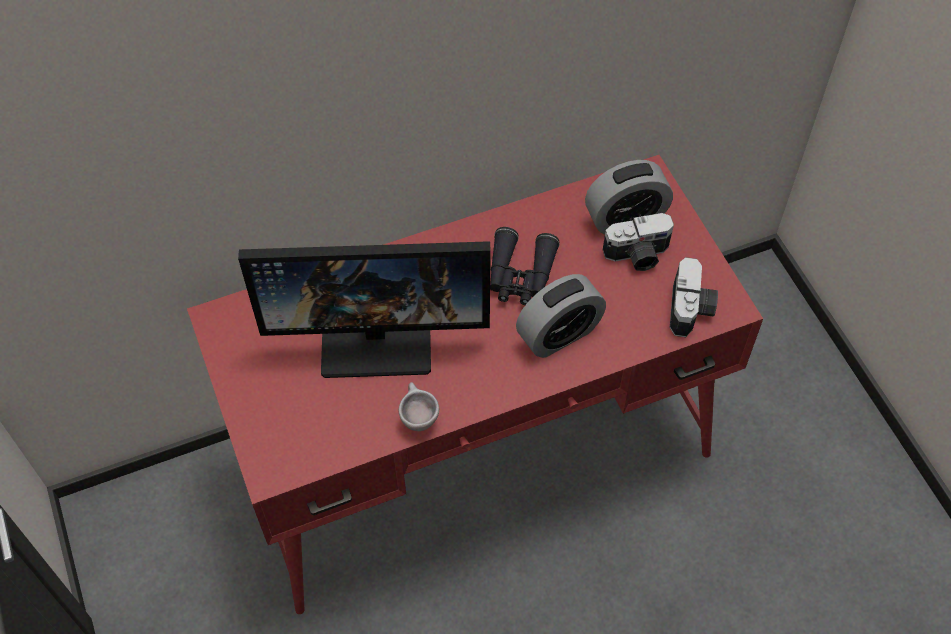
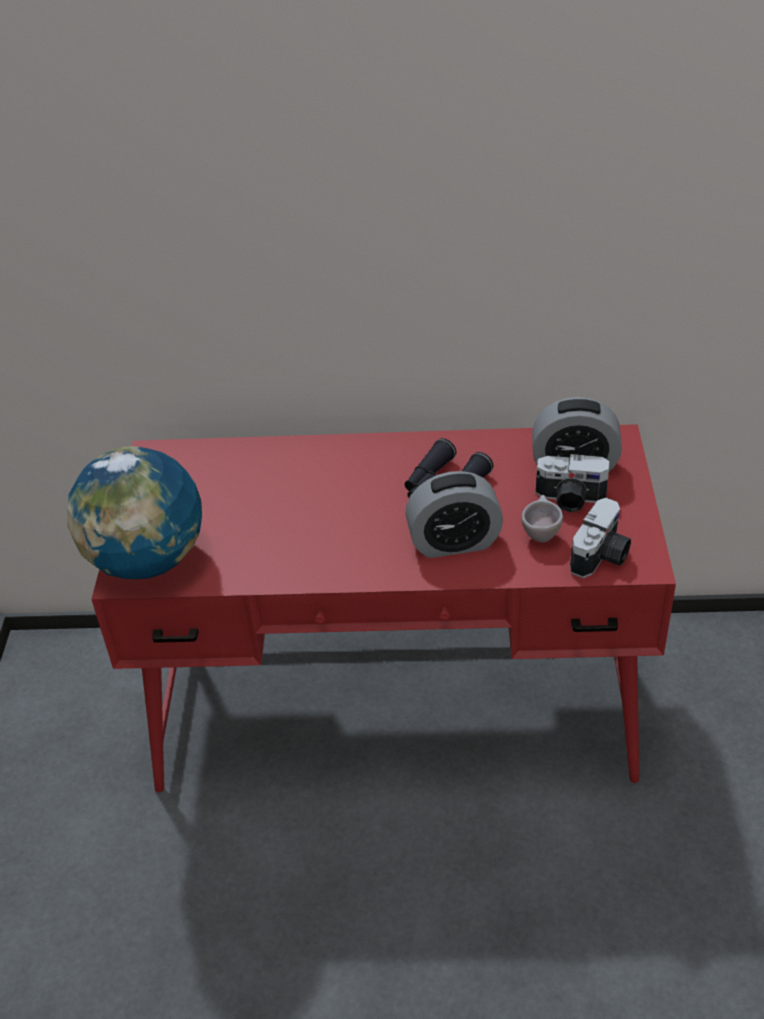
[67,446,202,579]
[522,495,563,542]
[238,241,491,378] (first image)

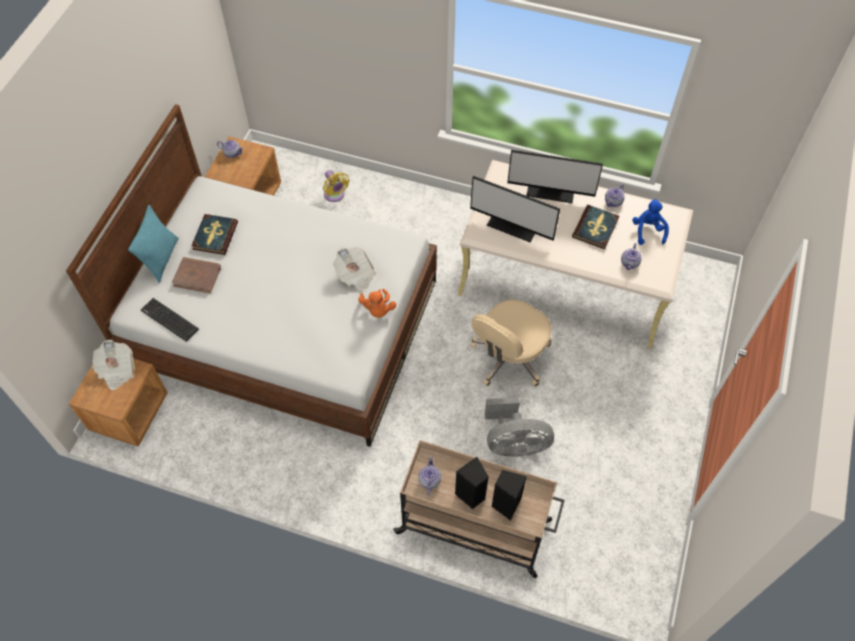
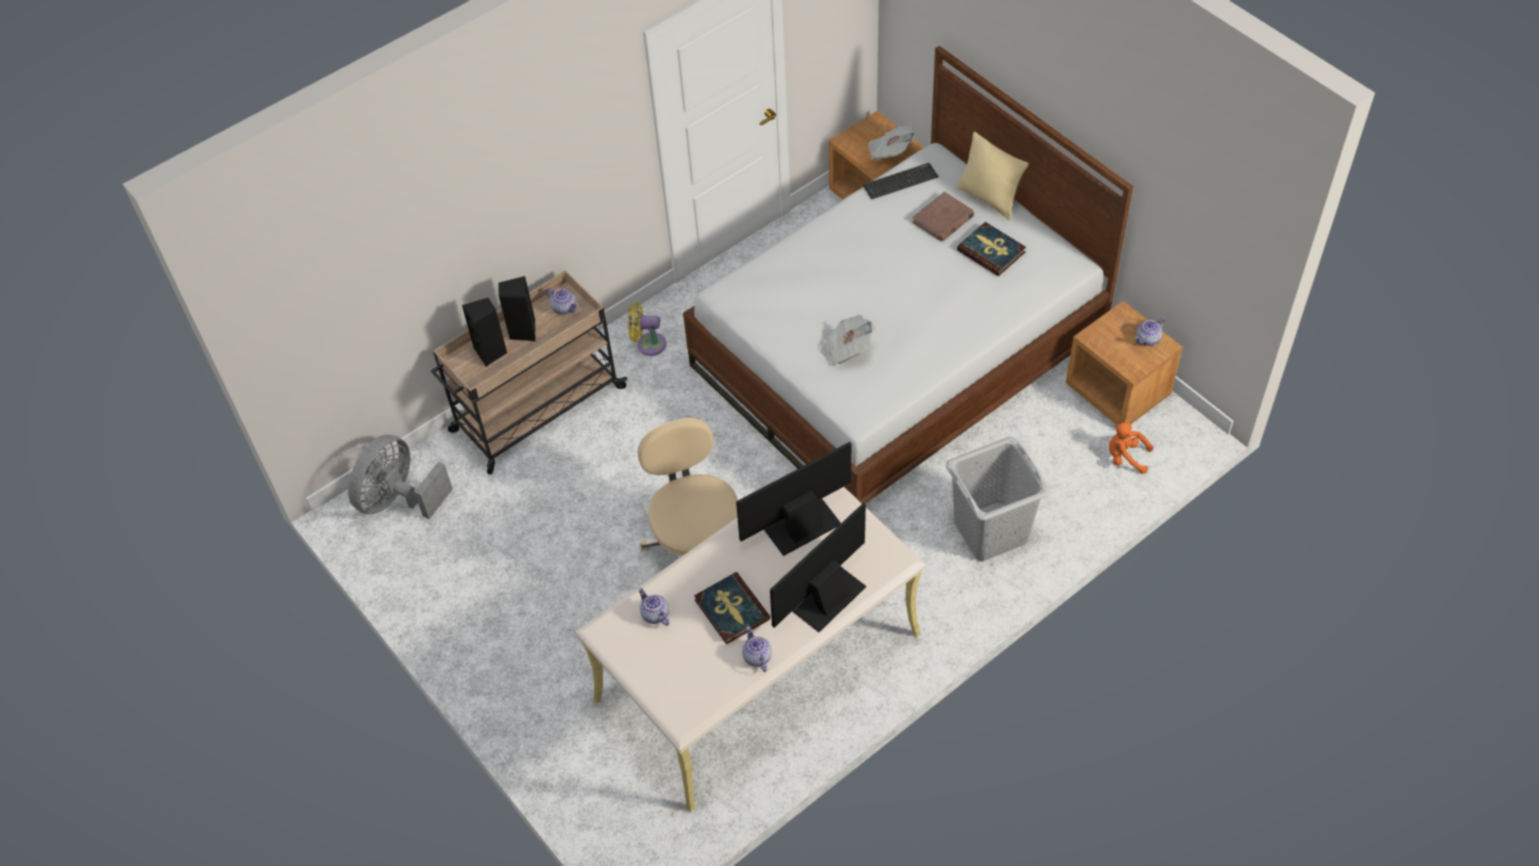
[348,434,453,519]
[628,302,666,356]
[946,437,1050,561]
[956,132,1029,220]
[1109,422,1154,474]
[633,199,669,245] (first image)

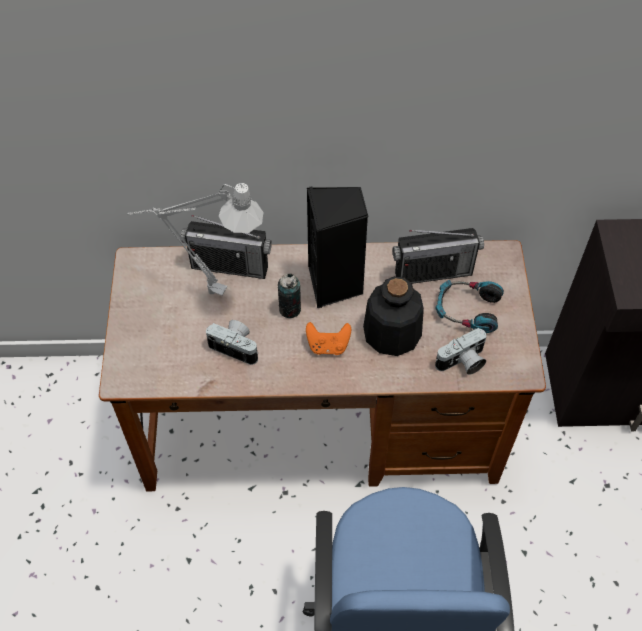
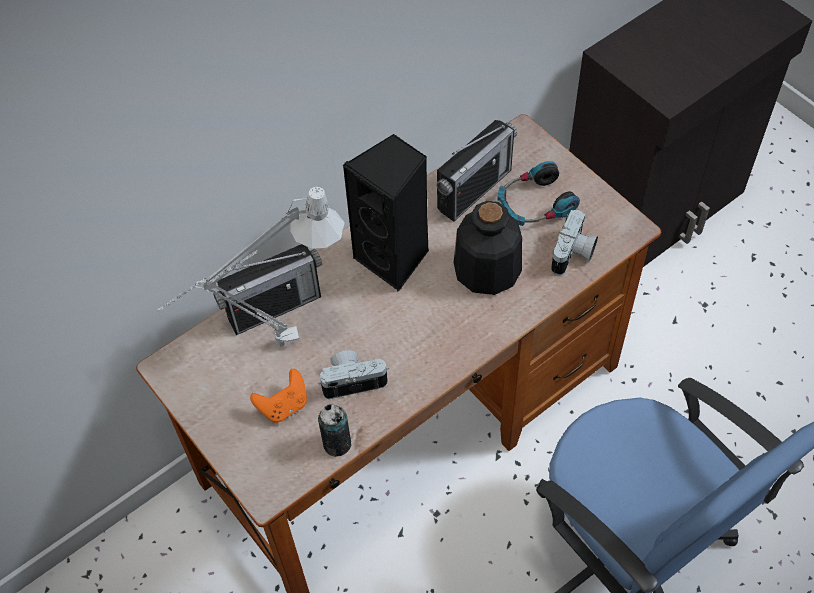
[250,369,307,423]
[318,404,351,457]

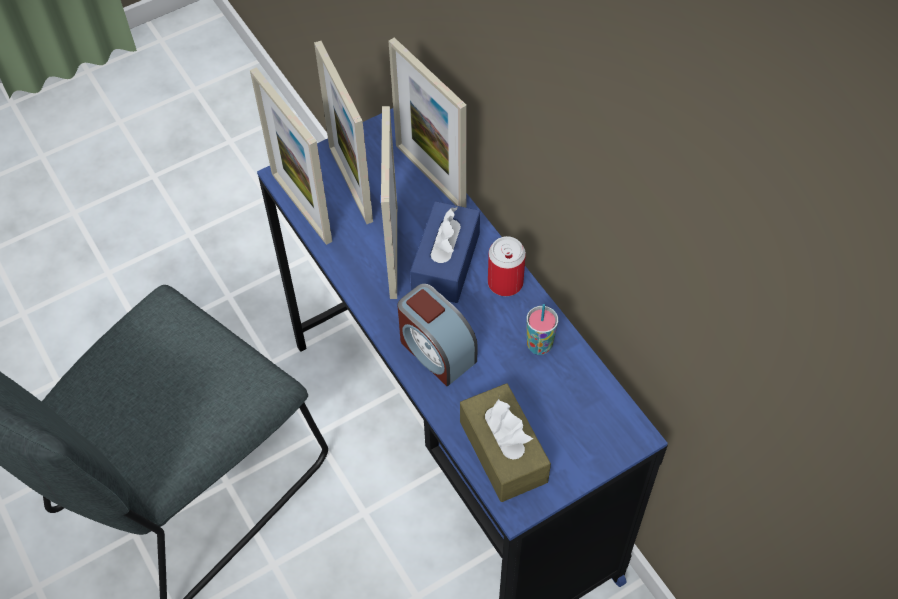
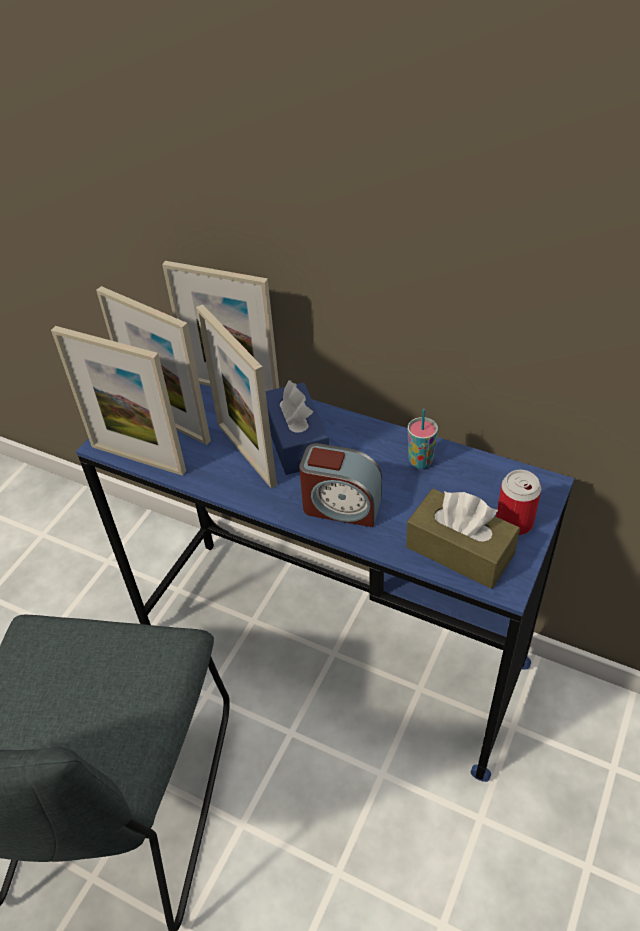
[496,470,541,535]

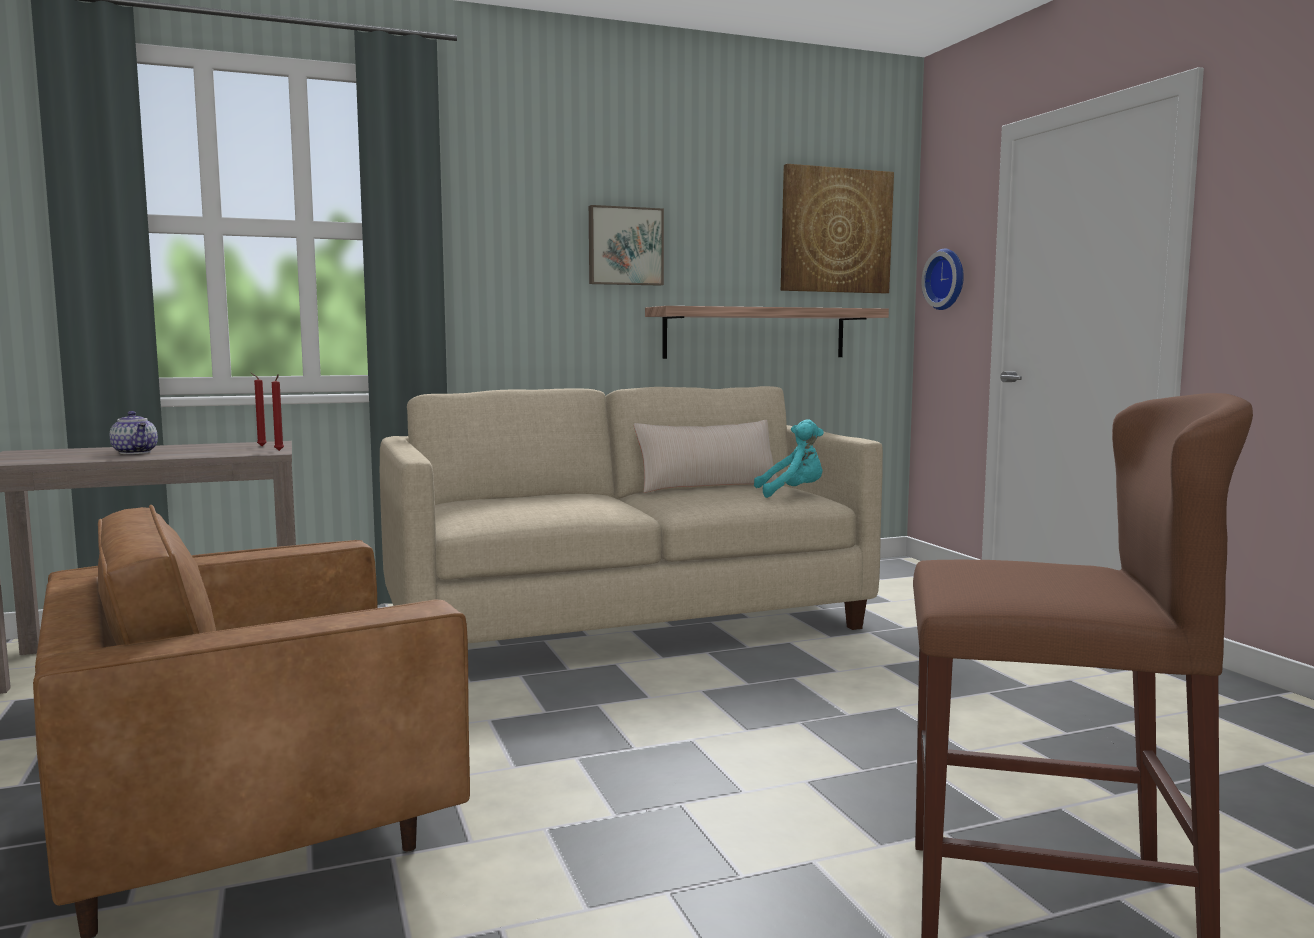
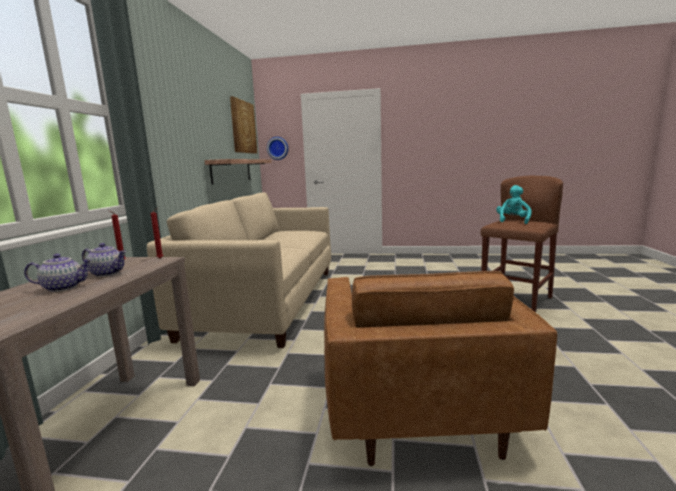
[82,243,127,277]
[496,185,532,224]
[589,205,664,286] (first image)
[634,420,778,493] (first image)

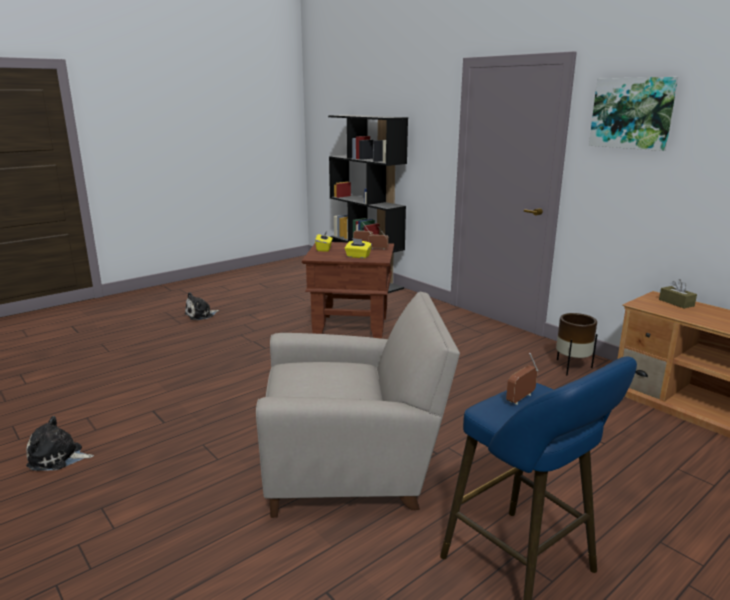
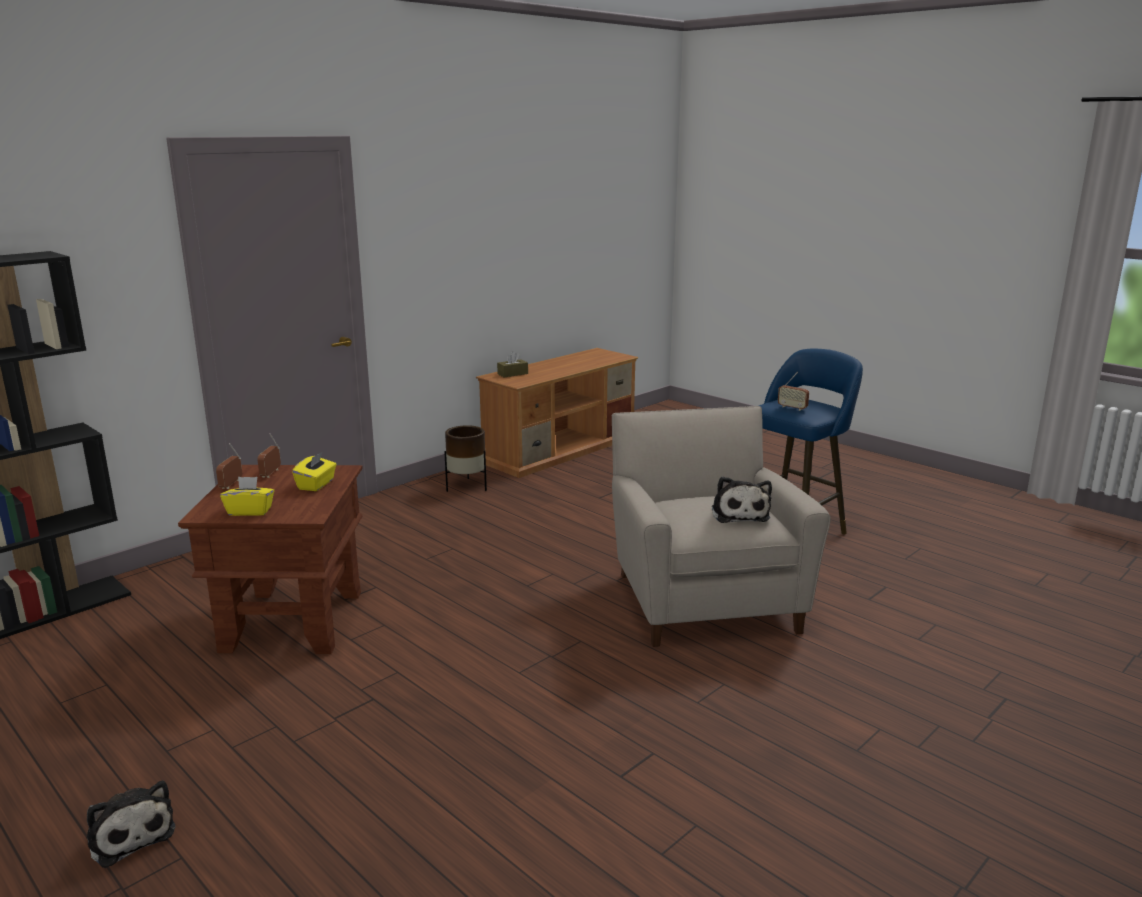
[712,477,772,523]
[589,77,678,151] (first image)

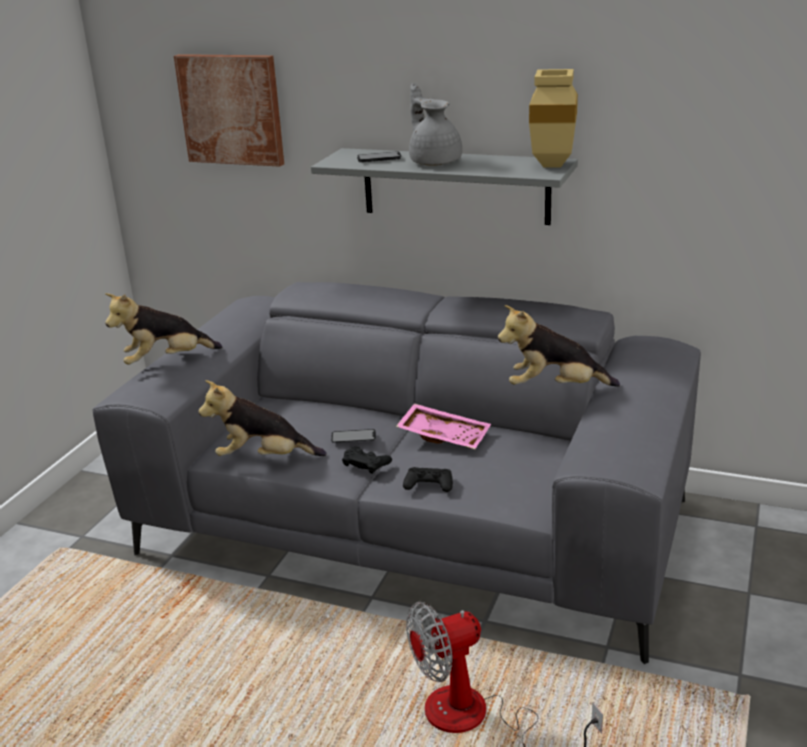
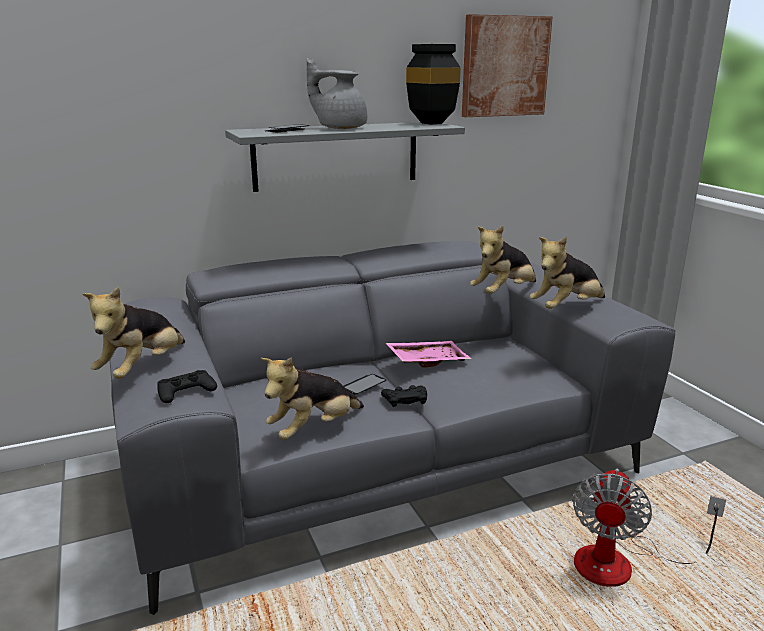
[157,370,217,403]
[406,44,461,125]
[462,14,553,117]
[530,237,605,309]

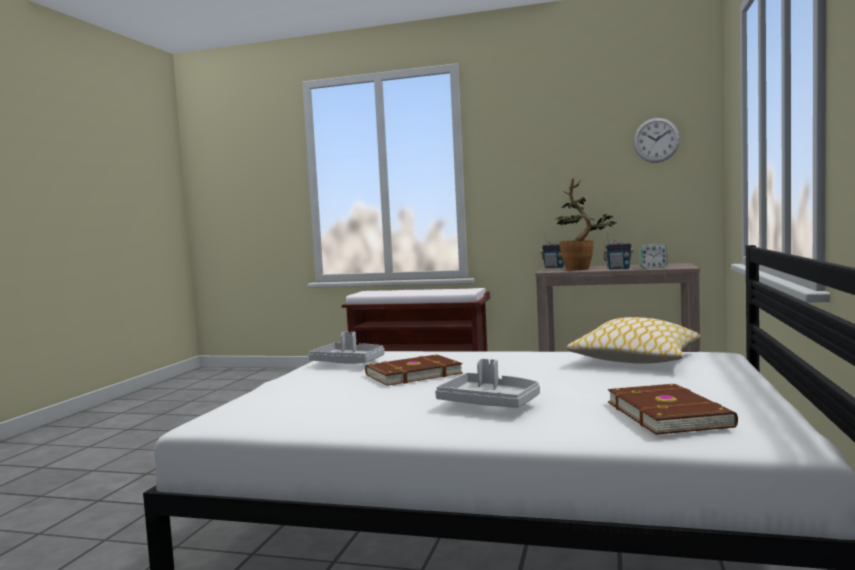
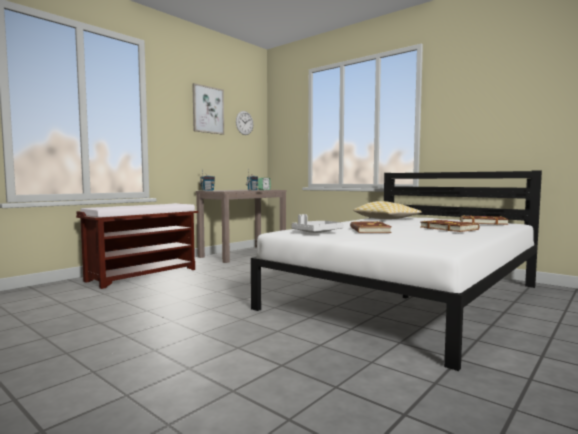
[192,83,224,135]
[421,220,479,232]
[556,178,617,270] (first image)

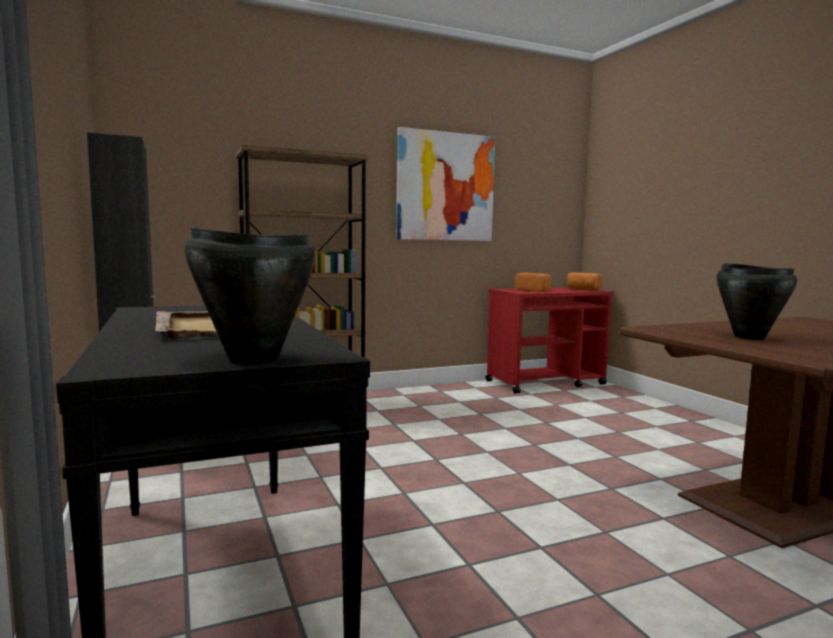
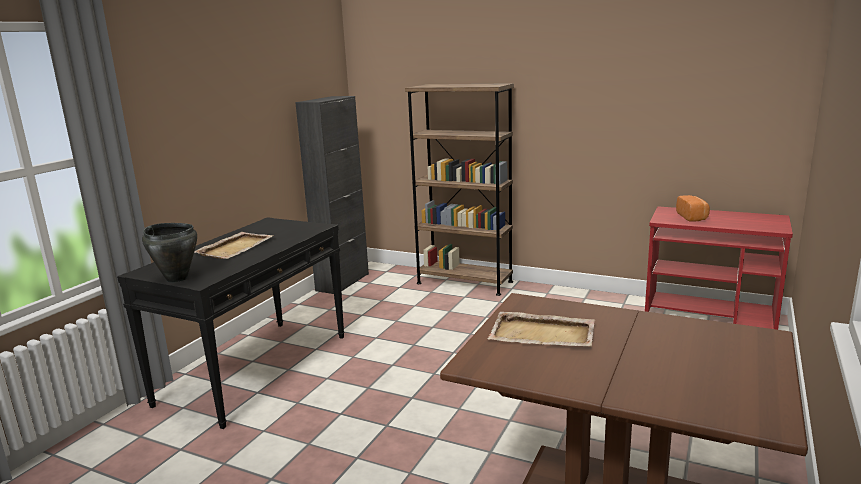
[487,312,595,347]
[396,127,495,241] (first image)
[567,272,602,290] (first image)

